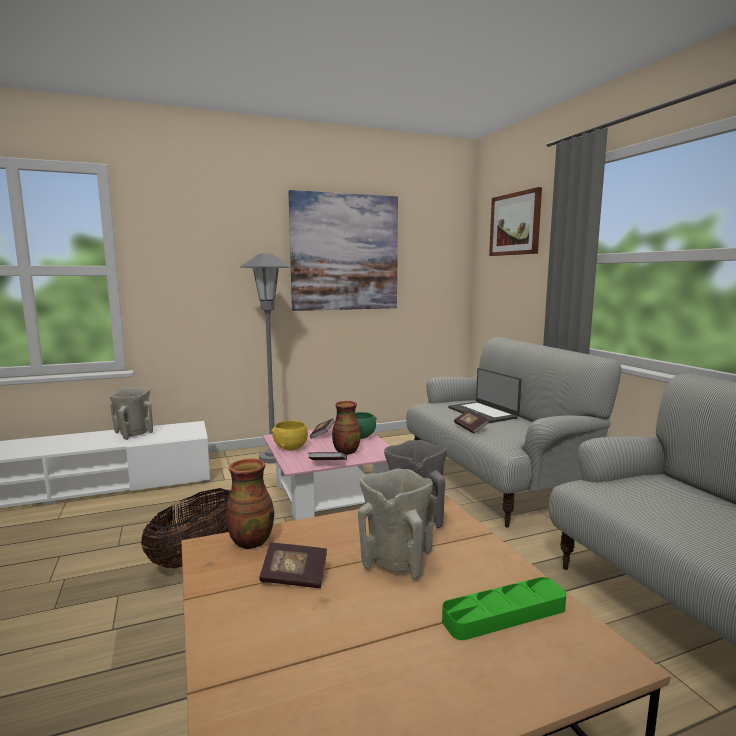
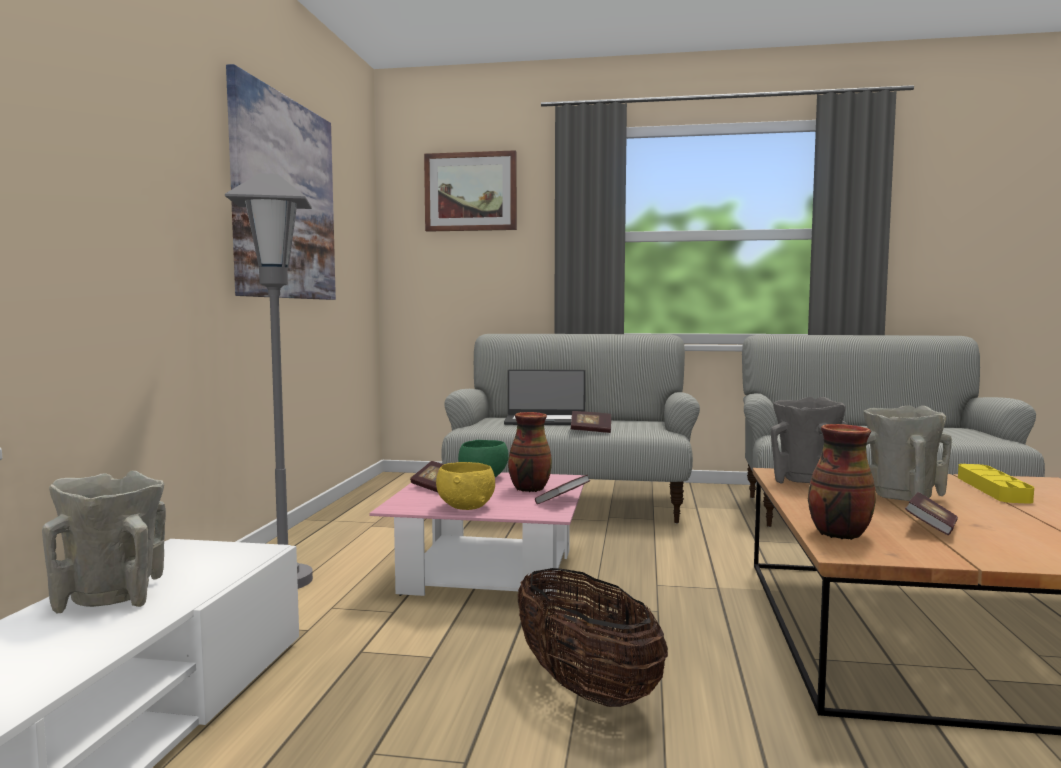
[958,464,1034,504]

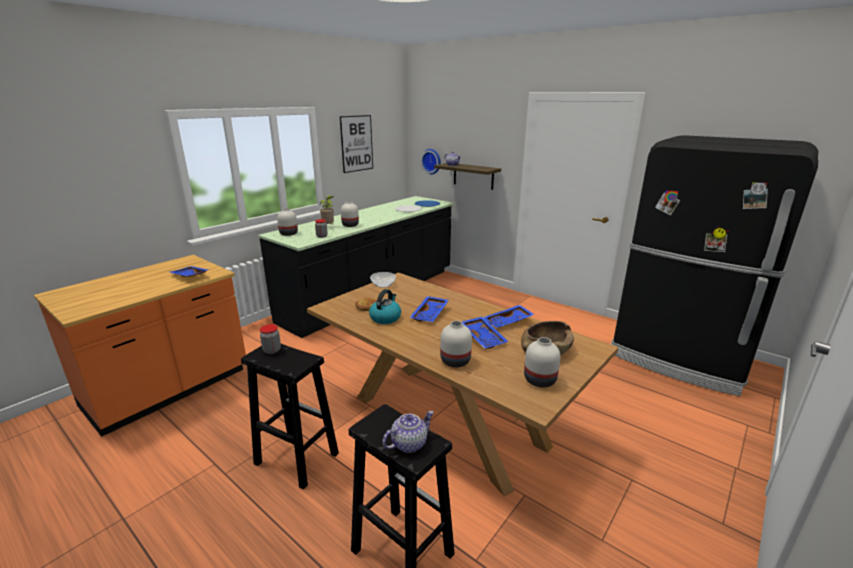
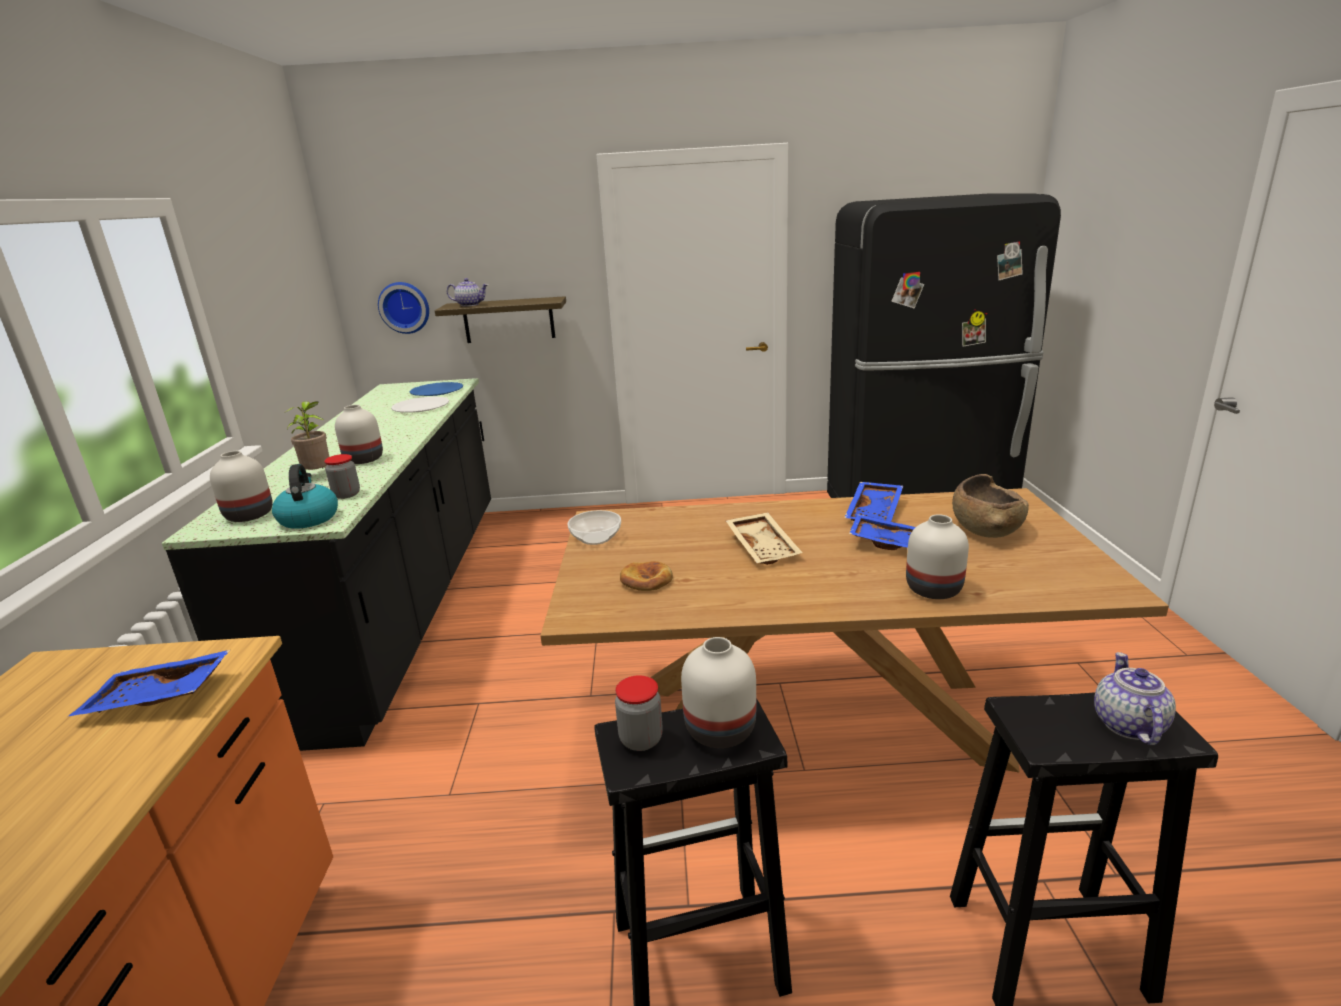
[272,464,338,529]
[681,637,756,748]
[726,512,803,565]
[340,115,373,173] (first image)

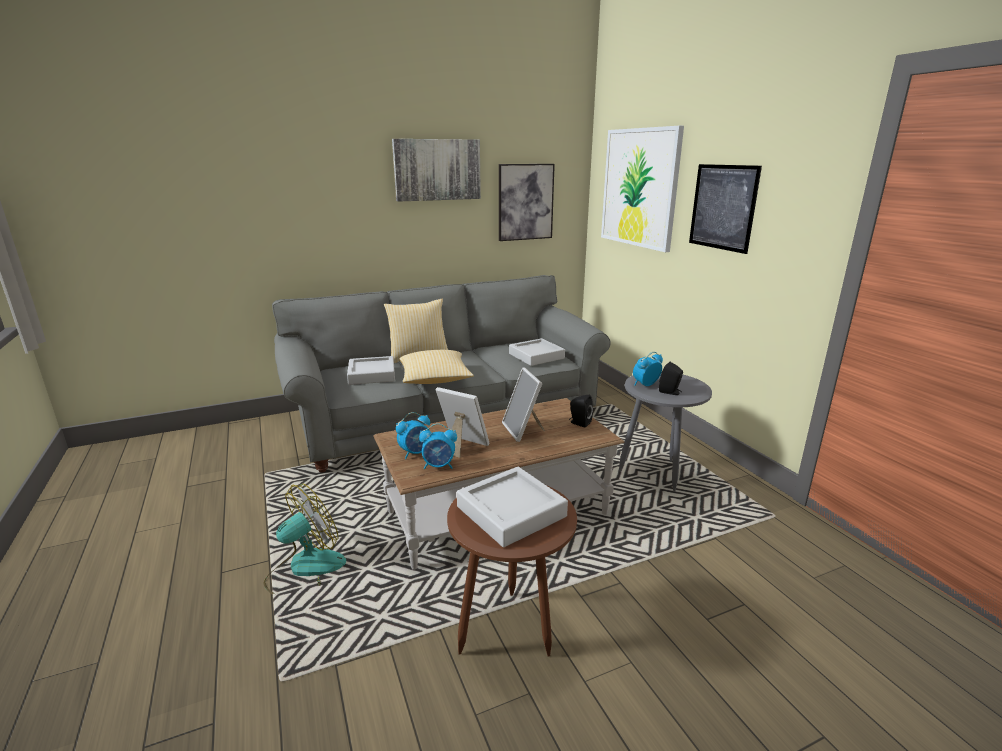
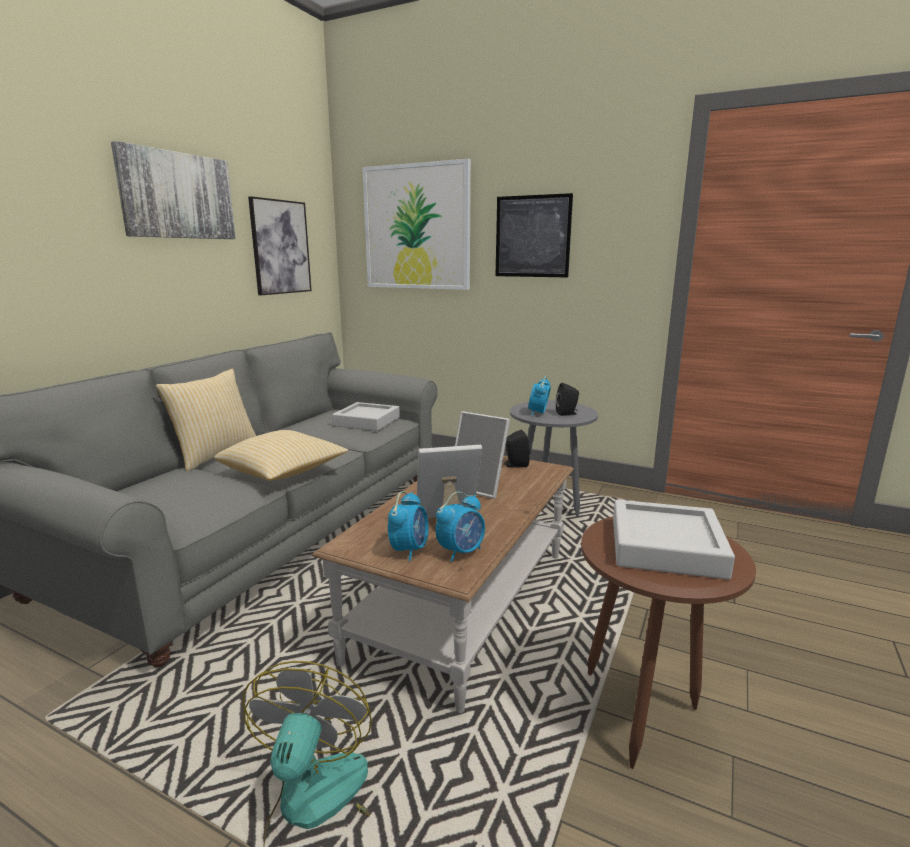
[347,356,395,385] (first image)

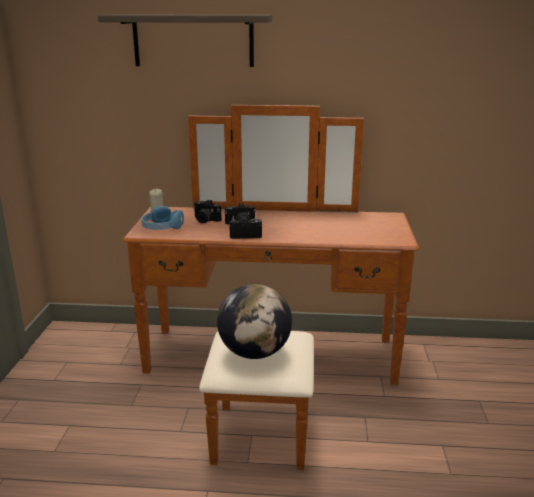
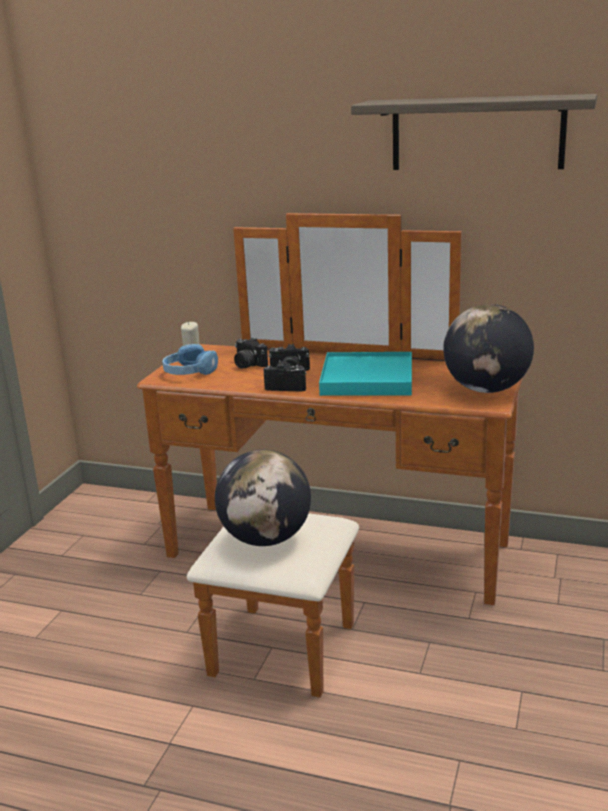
[319,352,412,396]
[351,94,597,170]
[443,304,534,393]

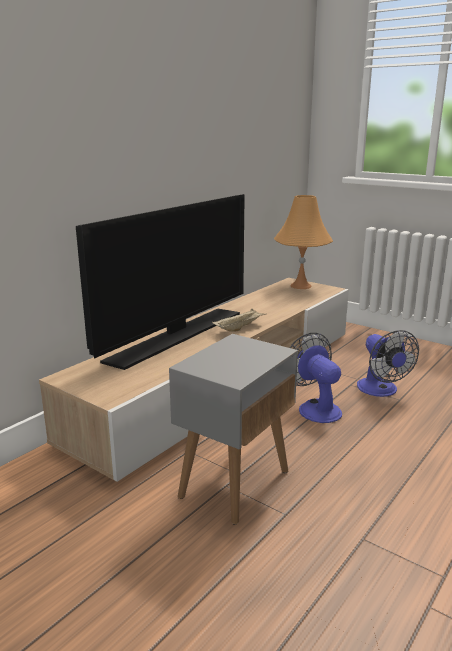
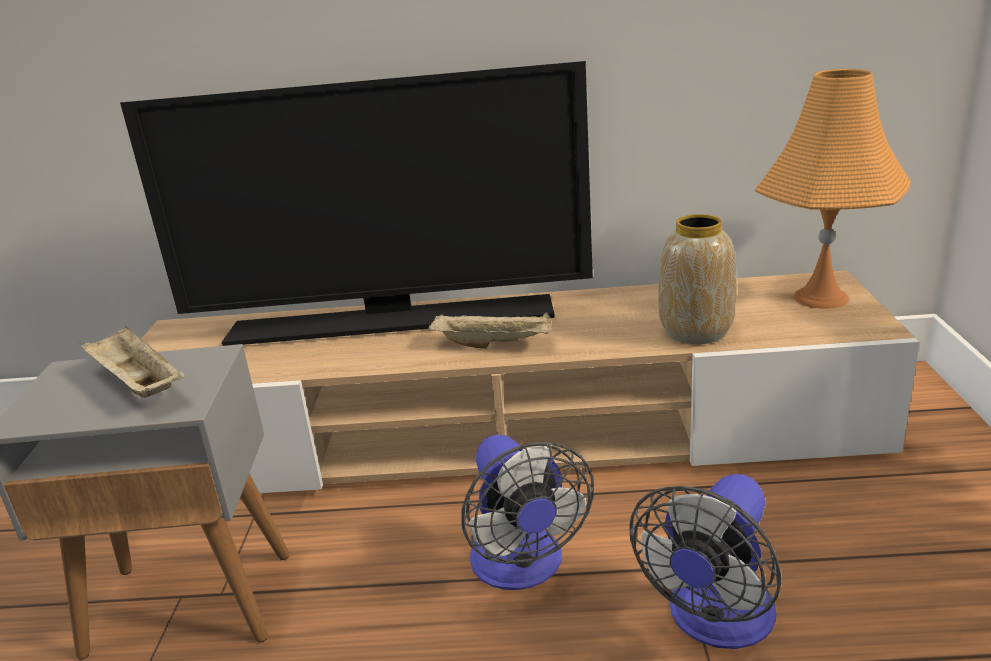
[80,325,184,398]
[461,435,594,590]
[658,214,737,344]

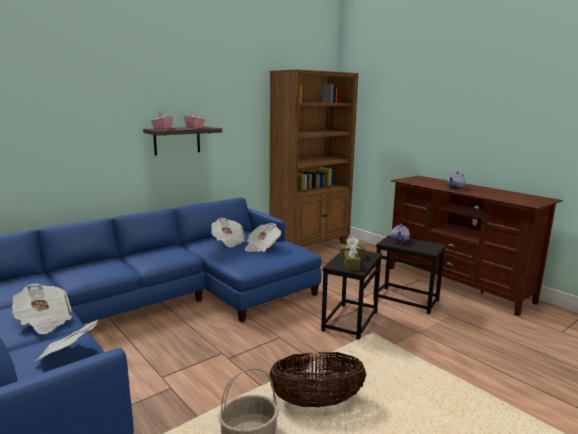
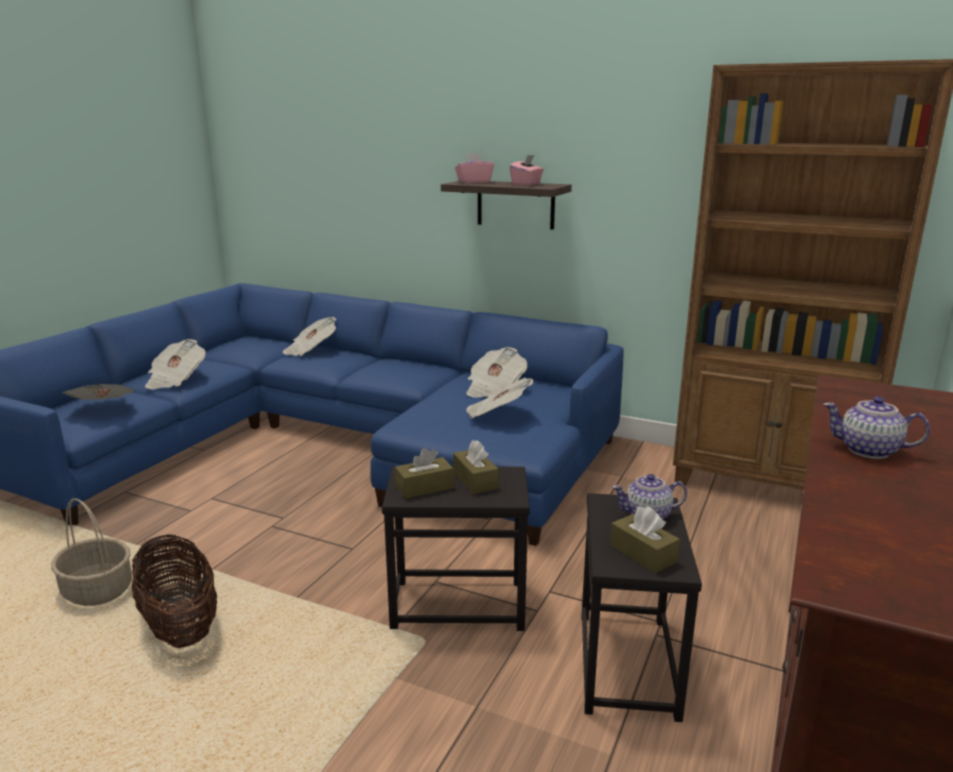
[283,317,337,356]
[610,506,680,573]

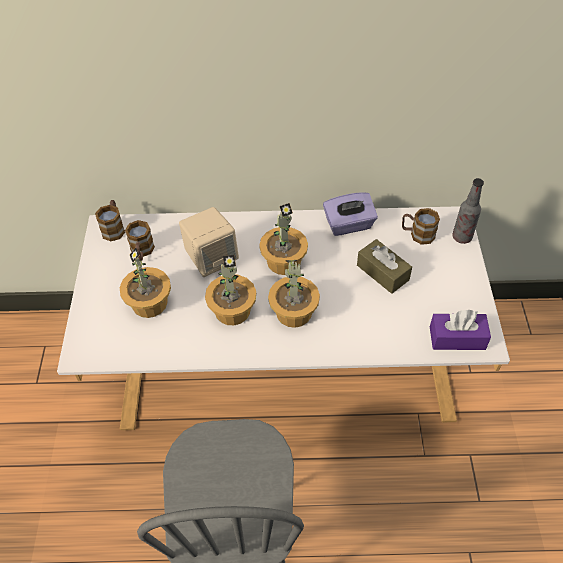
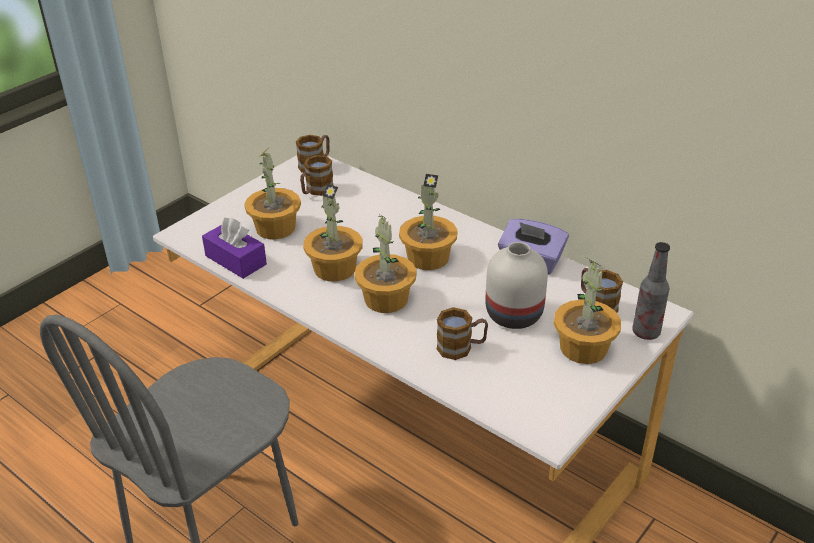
[202,217,267,279]
[437,307,488,360]
[486,242,548,329]
[554,259,621,364]
[179,207,239,277] (first image)

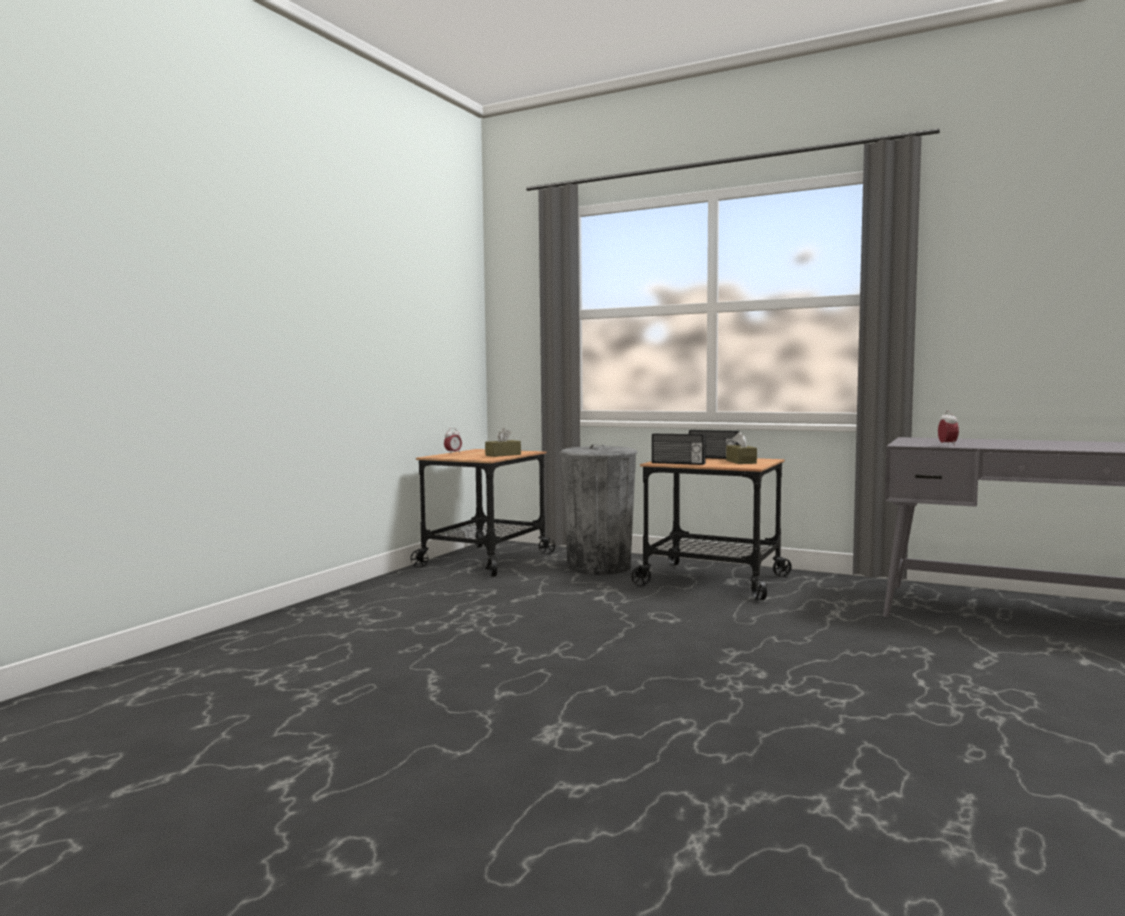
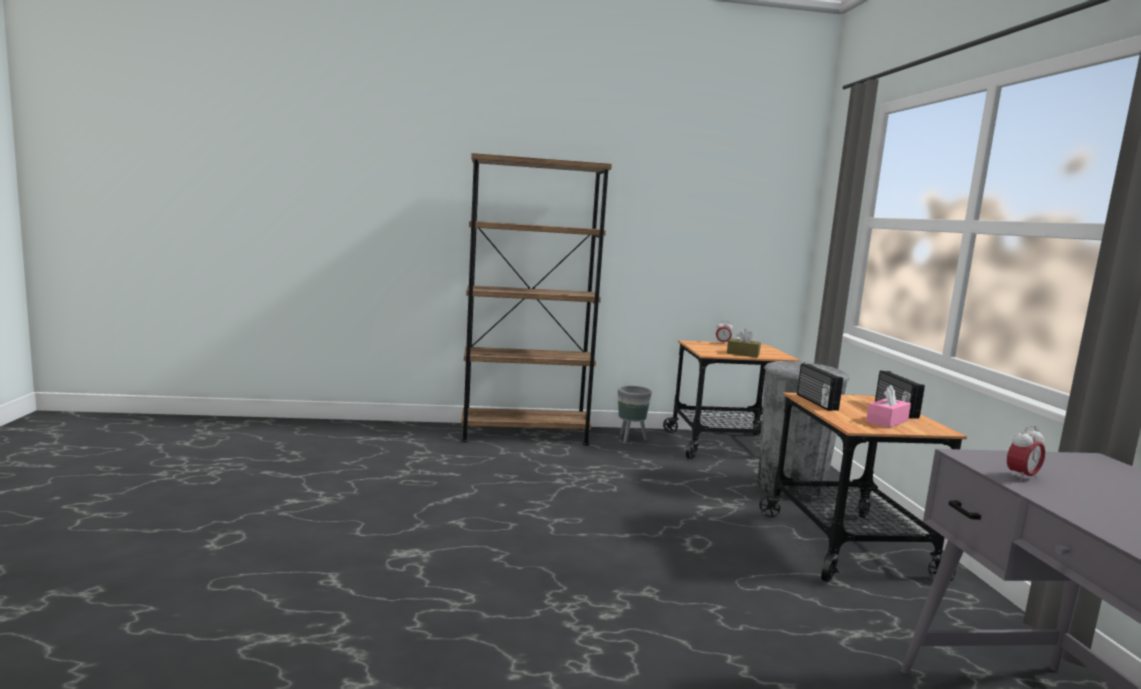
[461,153,612,445]
[618,386,652,443]
[866,385,911,428]

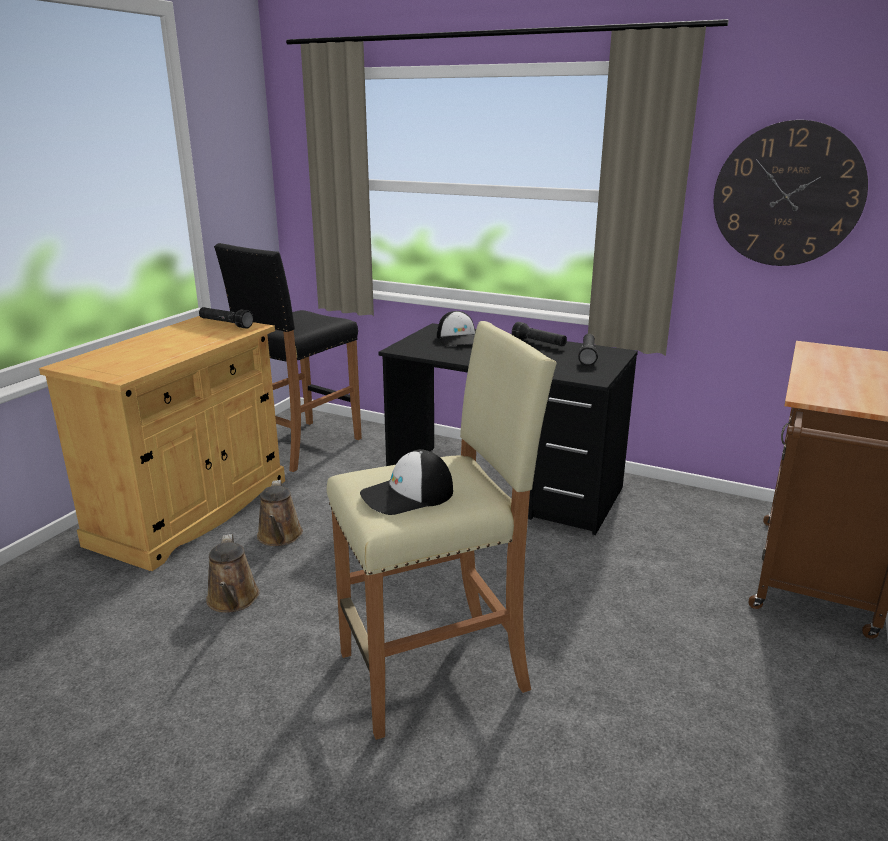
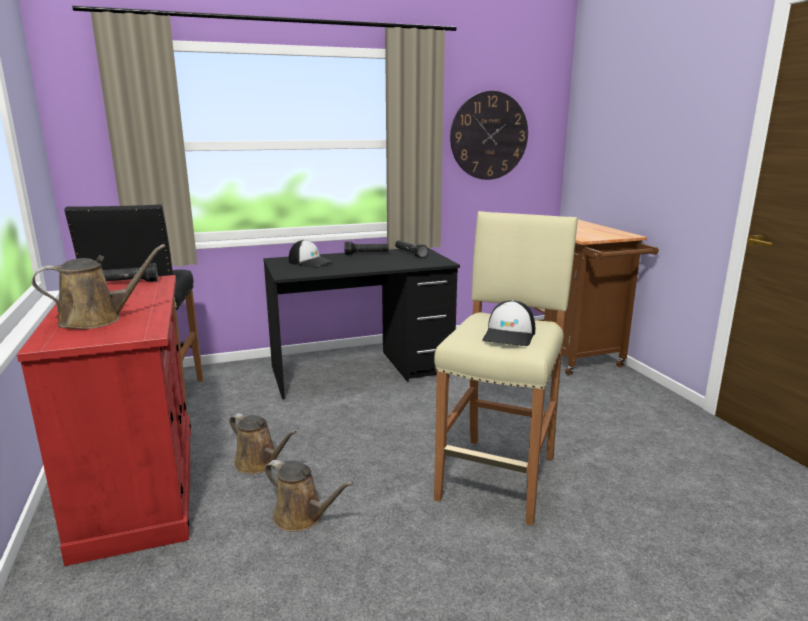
[17,275,191,566]
[32,244,166,329]

